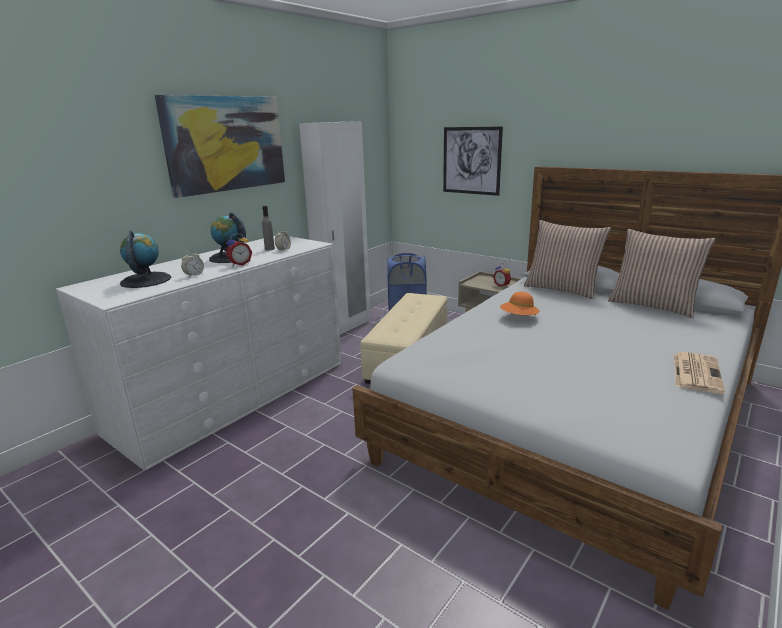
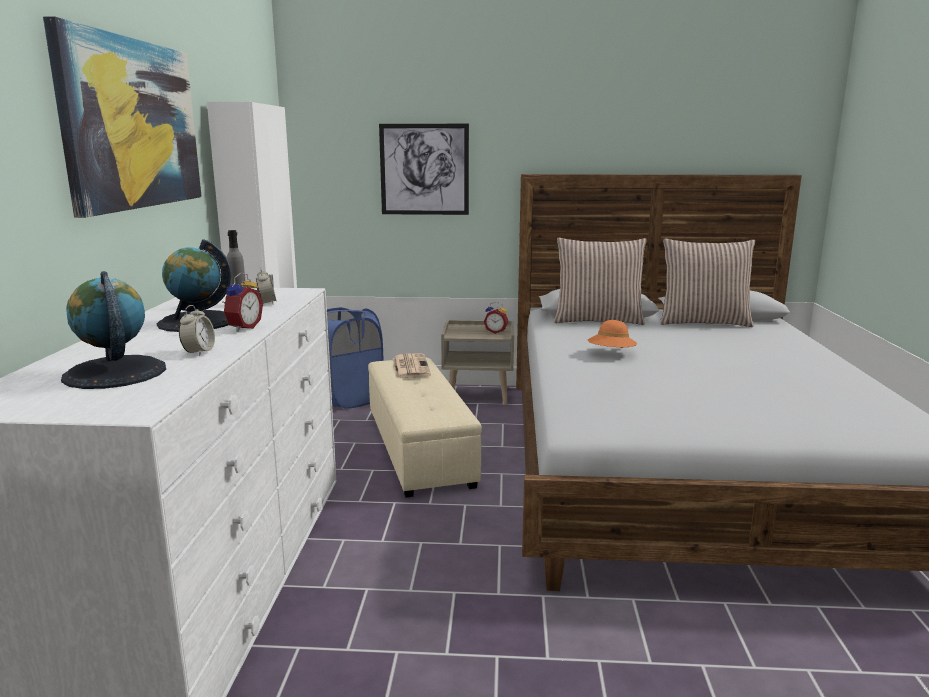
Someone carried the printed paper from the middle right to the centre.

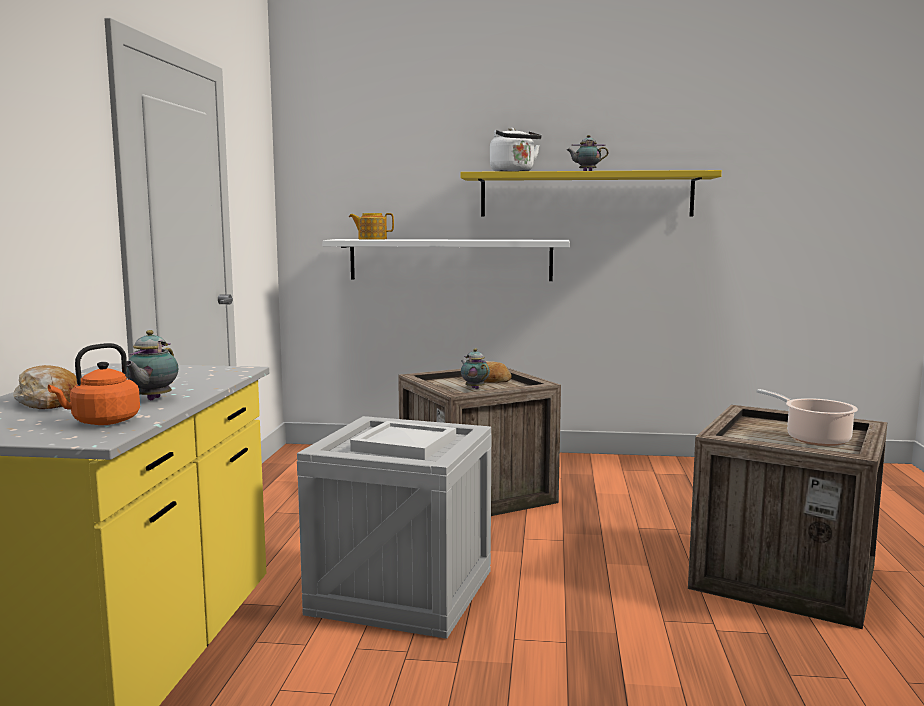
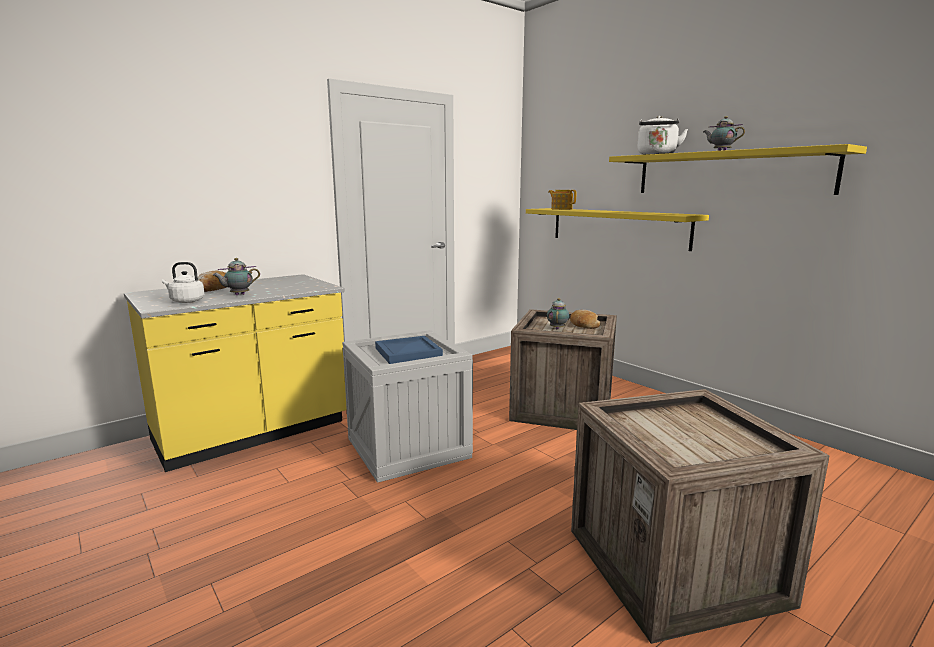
Someone repainted the kettle in orange at the middle left, which became the kettle in white (no. 1 from left) at the middle left.
Someone repainted the carrying tray in white at the centre, which became the carrying tray in blue-coloured at the centre.
Someone repainted the shelf in white at the centre, which became the shelf in yellow-coloured (no. 1 from left) at the centre.
Someone took away the stockpot at the middle right.

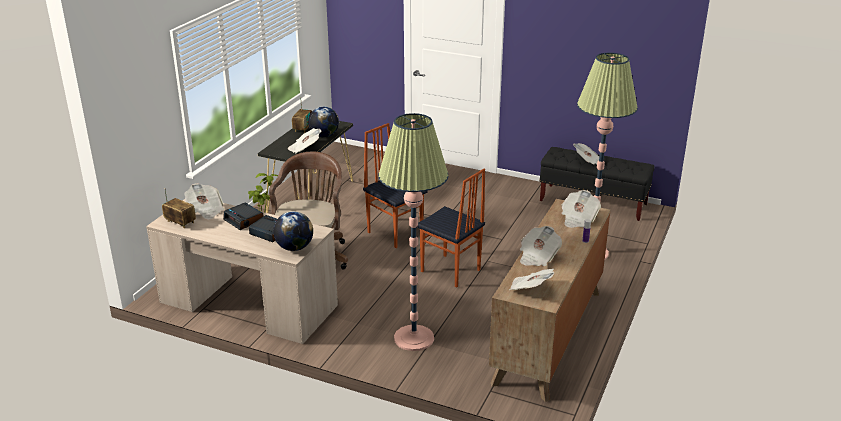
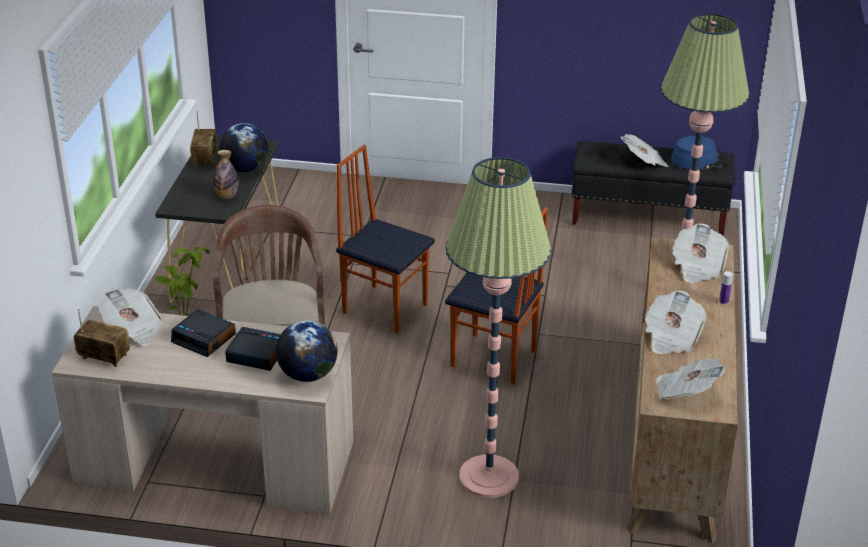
Someone swapped the printed paper (no. 2 from left) at the centre for the bottle (no. 1 from left) at the top left.
Someone put down the wearable hat in blue-coloured at the top right.

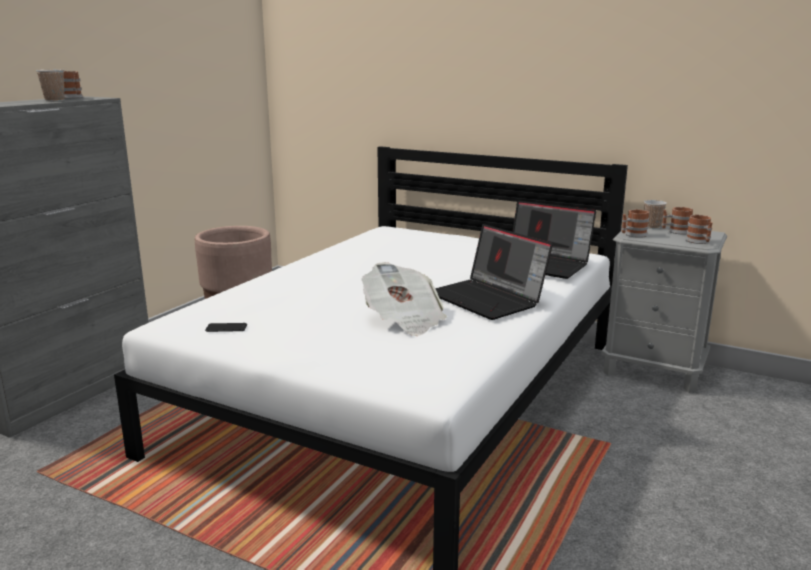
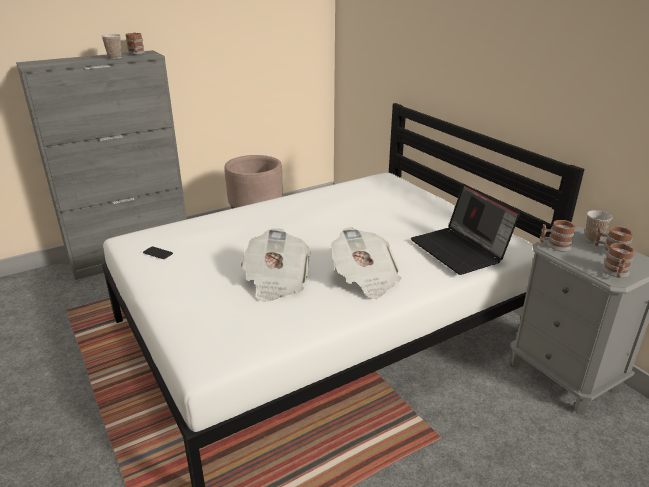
Someone swapped the laptop (no. 1 from left) at the centre for the printed paper (no. 2 from left) at the centre.

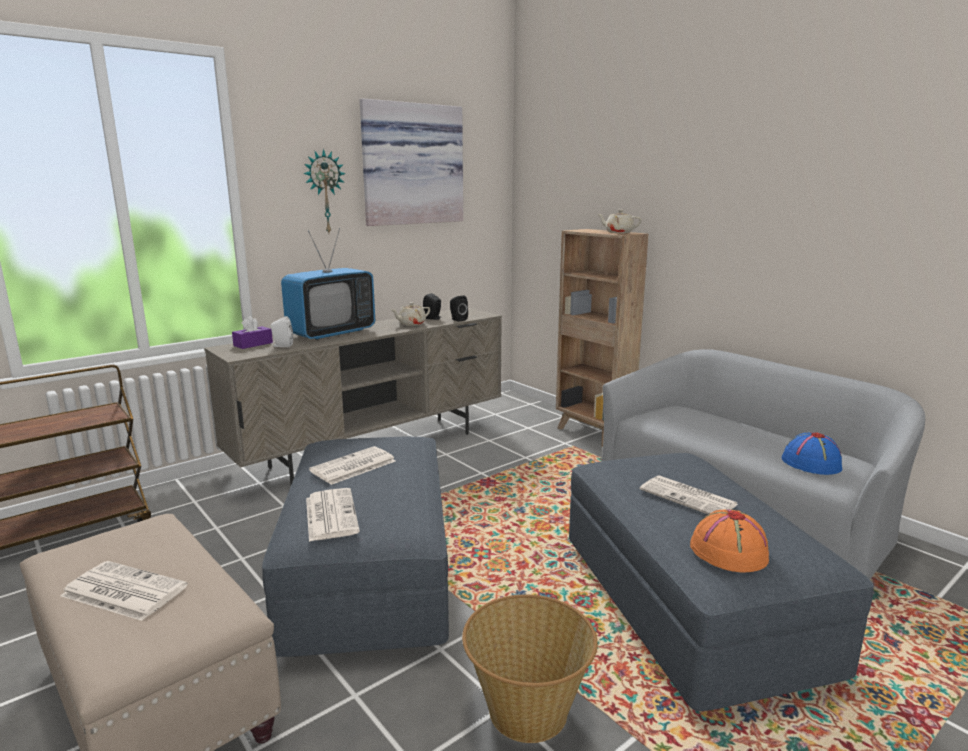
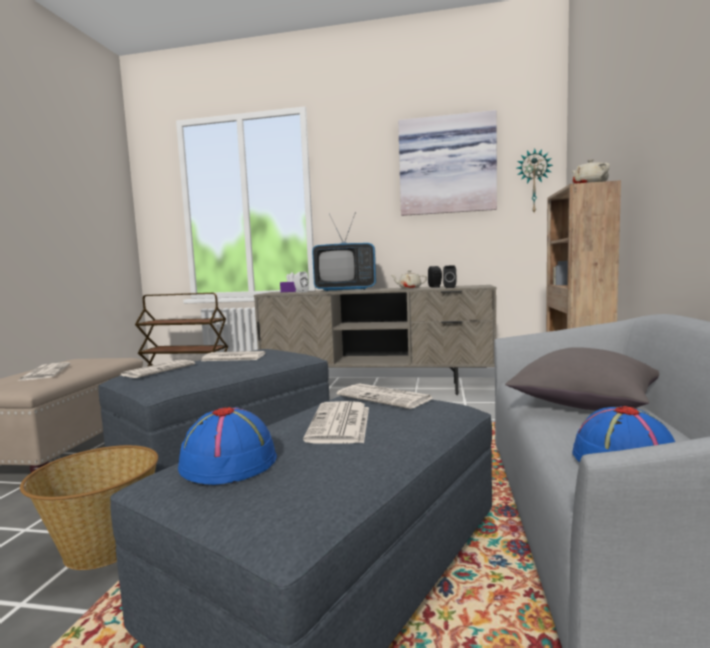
Someone repainted the wearable hat in orange at the bottom right, which became the wearable hat in blue-coloured (no. 1 from left) at the bottom left.
Someone put down the printed paper (no. 5 from left) at the centre.
Someone put down the pillow in greyish at the middle right.
Someone carried the wall clock from the top centre to the top right.

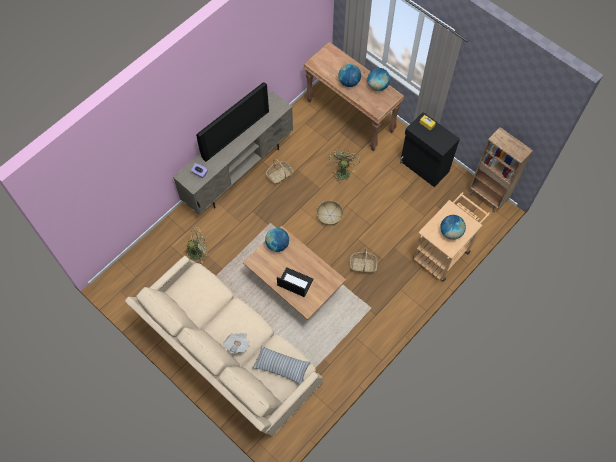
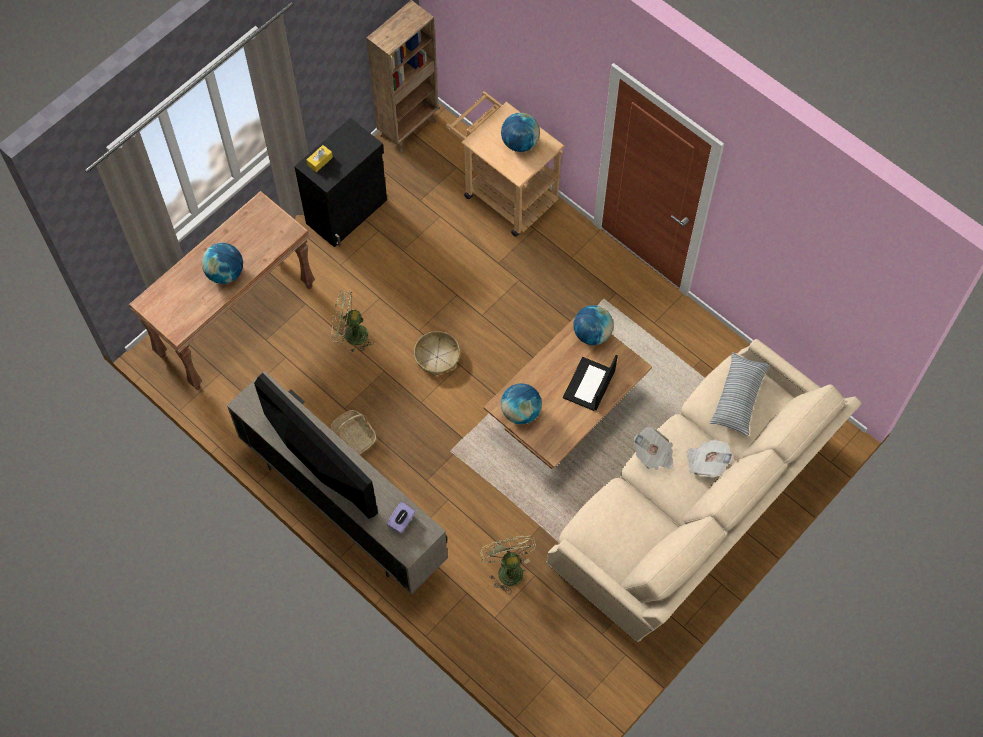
Someone carried the desk globe (no. 3 from left in the first image) from the top centre to the centre.
Someone put down the printed paper (no. 1 from left) at the centre.
Someone took away the basket (no. 3 from left) at the centre.

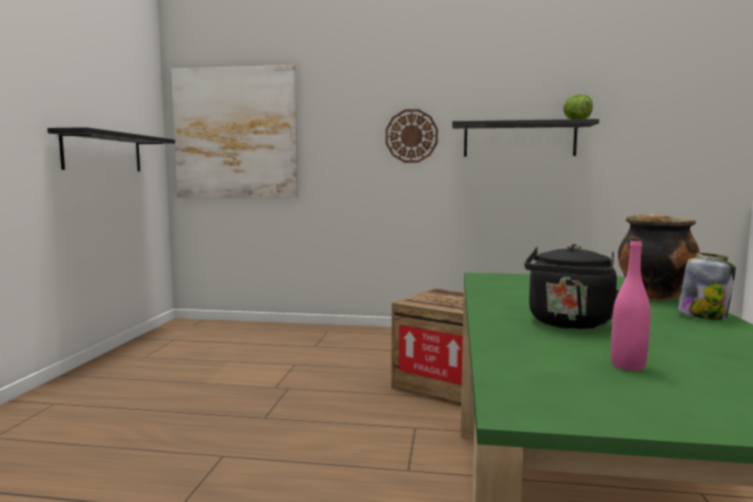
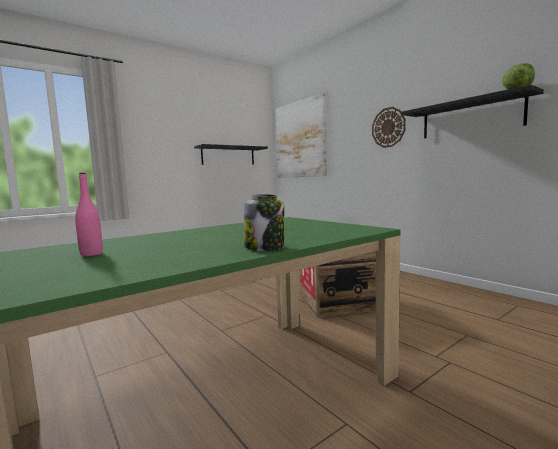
Someone took away the kettle in black-coloured at the middle right.
Someone took away the stockpot at the middle right.

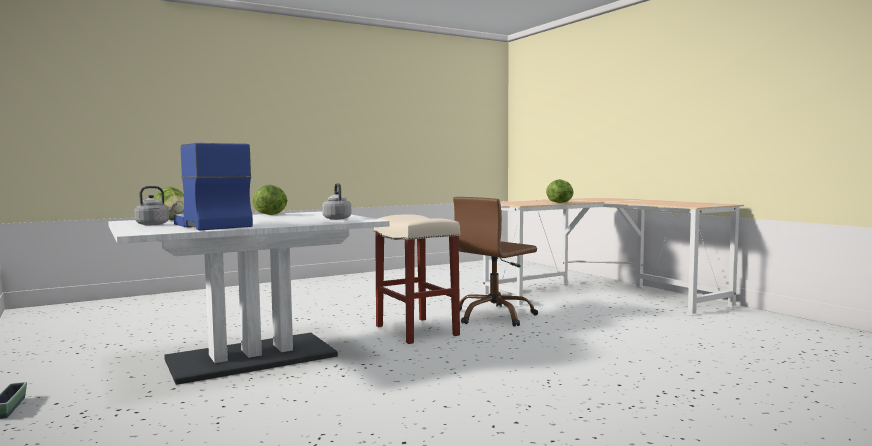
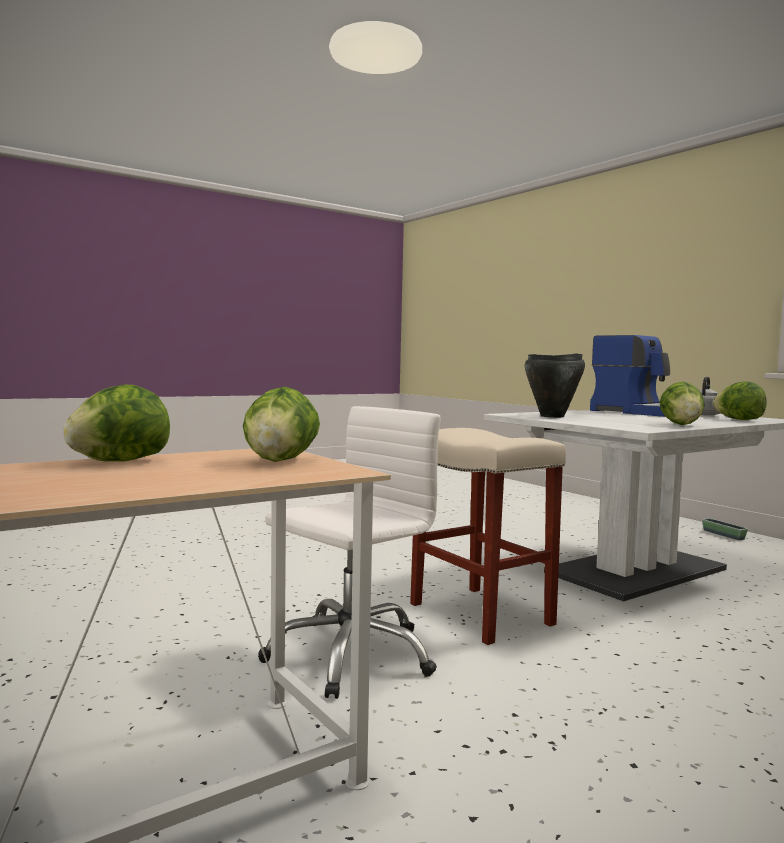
Someone put down the lettuce (no. 2 from left) at the centre.
Someone repainted the desk chair in brown-coloured at the centre, which became the desk chair in white at the centre.
Someone swapped the kettle in greyish (no. 2 from left) at the centre for the stockpot in black-coloured at the middle right.

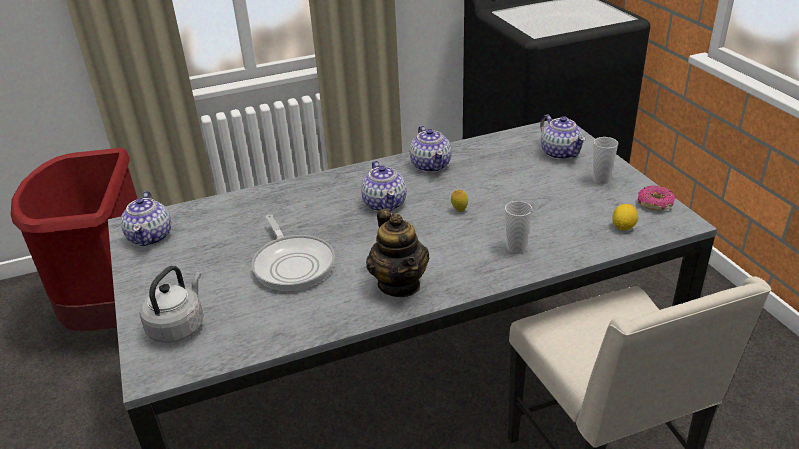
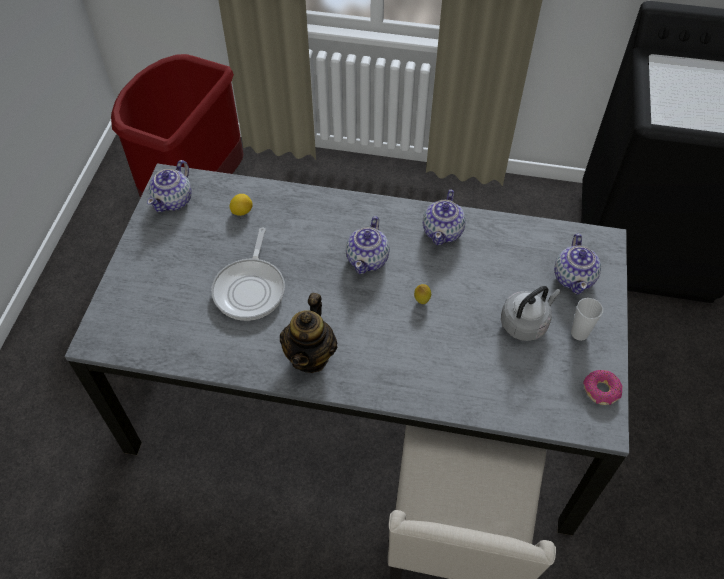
Someone carried the lemon (no. 2 from left in the first image) from the middle right to the middle left.
Someone carried the kettle in greyish from the bottom left to the middle right.
Someone took away the cup (no. 1 from left) at the centre.

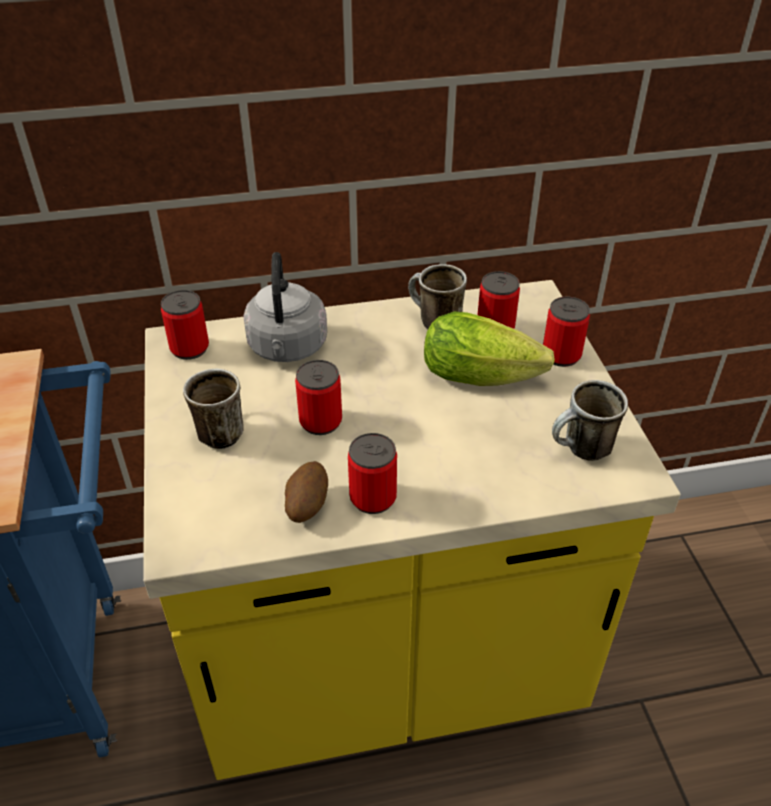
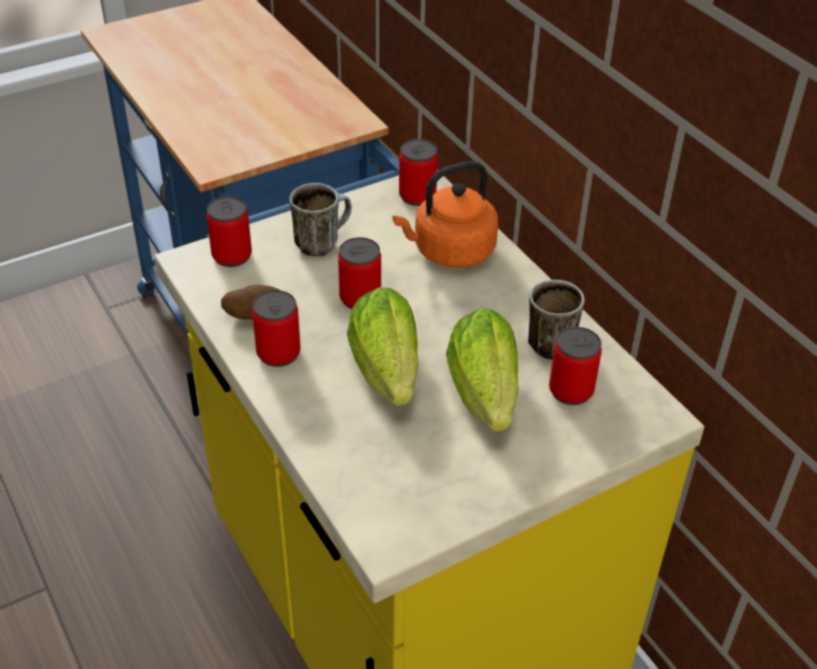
Someone carried the sealed can (no. 5 from left in the first image) from the middle right to the middle left.
Someone put down the lettuce (no. 1 from left) at the centre.
Someone repainted the kettle in greyish at the centre, which became the kettle in orange at the top centre.
Someone took away the mug (no. 3 from left) at the middle right.

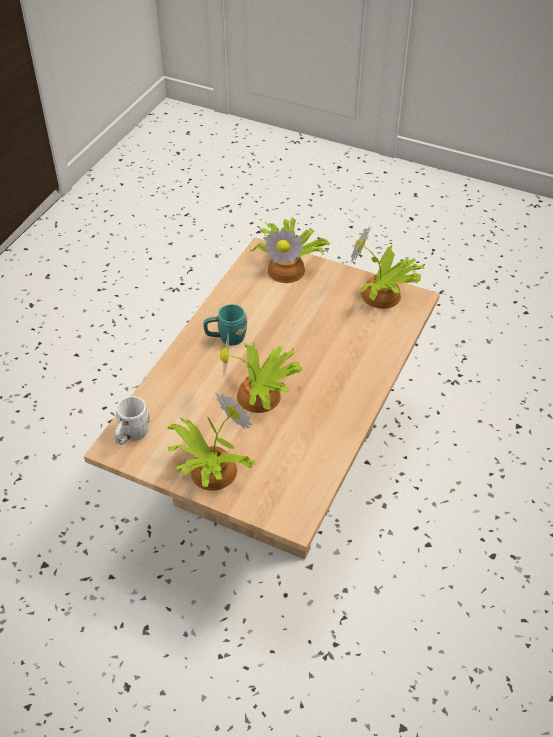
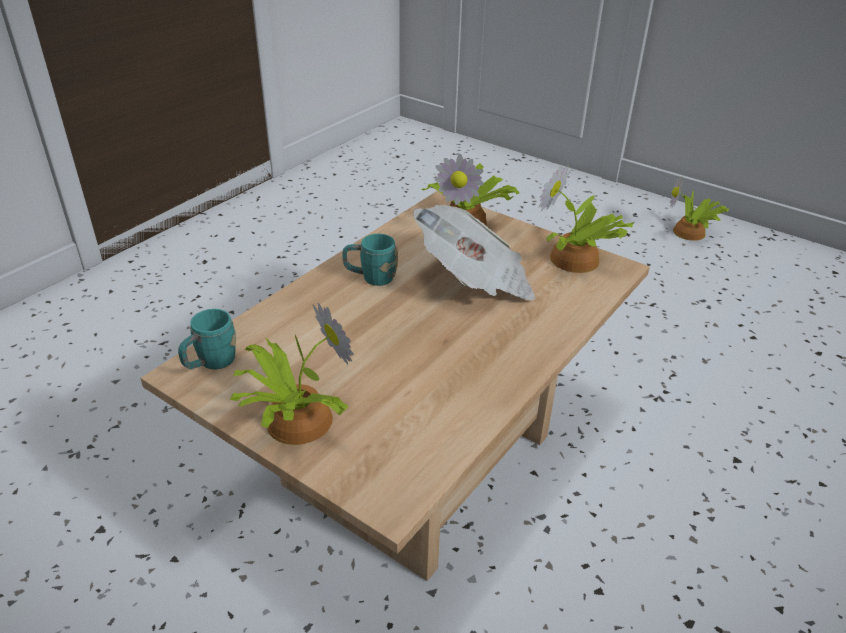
Someone repainted the mug in white at the middle left, which became the mug in turquoise (no. 1 from left) at the middle left.
Someone put down the printed paper at the centre.
Someone carried the plant in a pot (no. 2 from left in the first image) from the centre to the top right.

